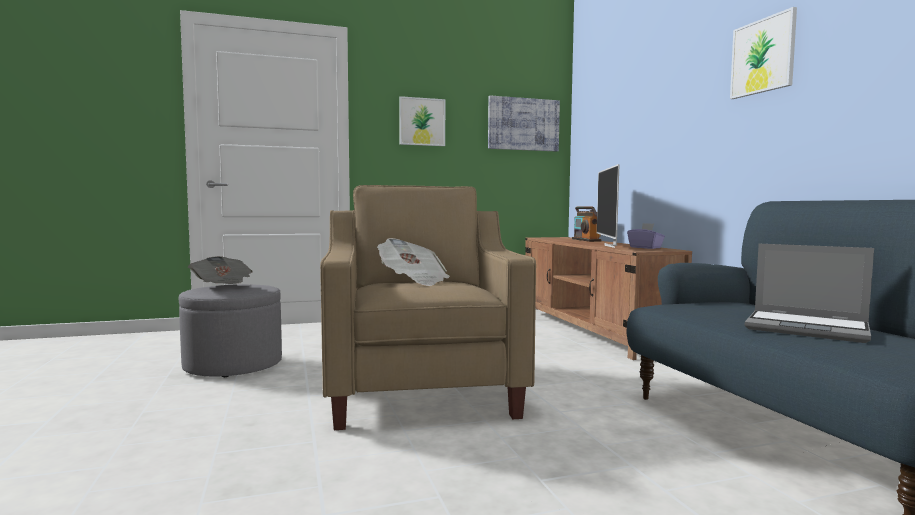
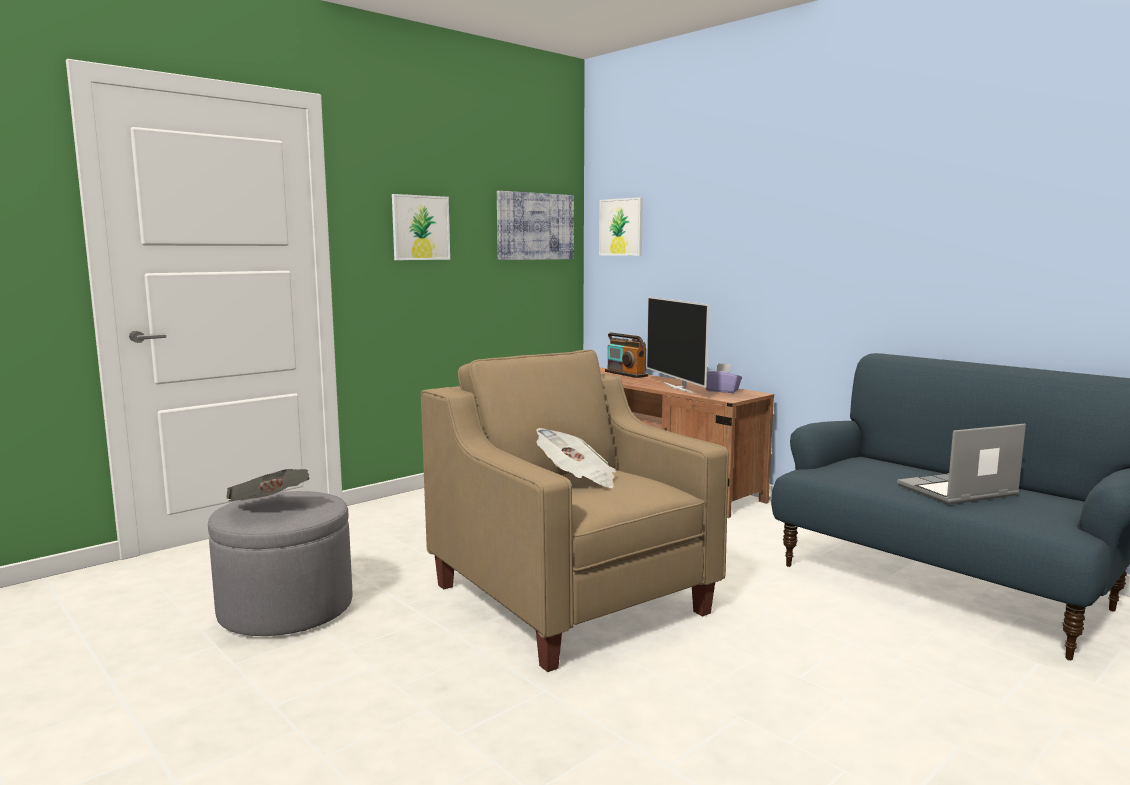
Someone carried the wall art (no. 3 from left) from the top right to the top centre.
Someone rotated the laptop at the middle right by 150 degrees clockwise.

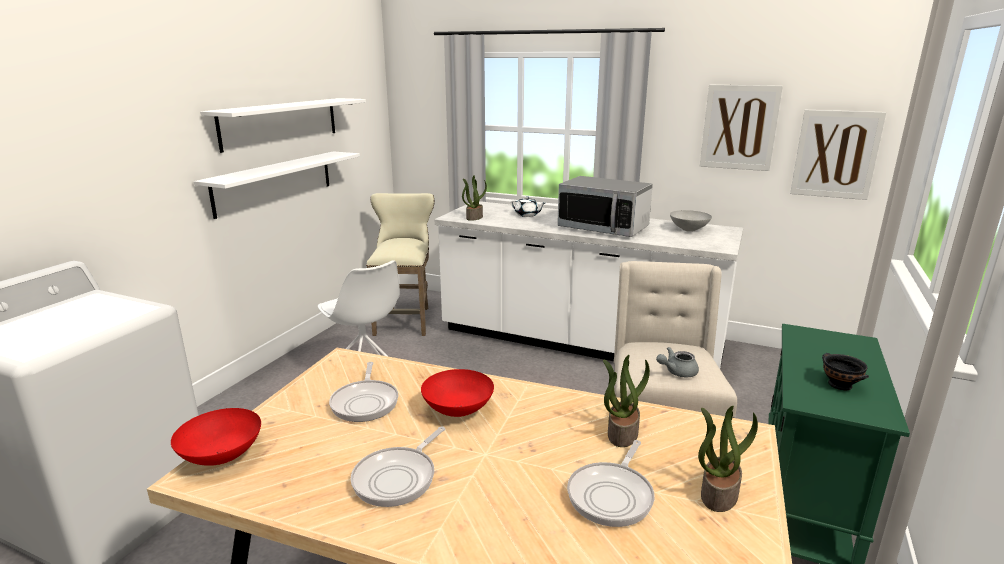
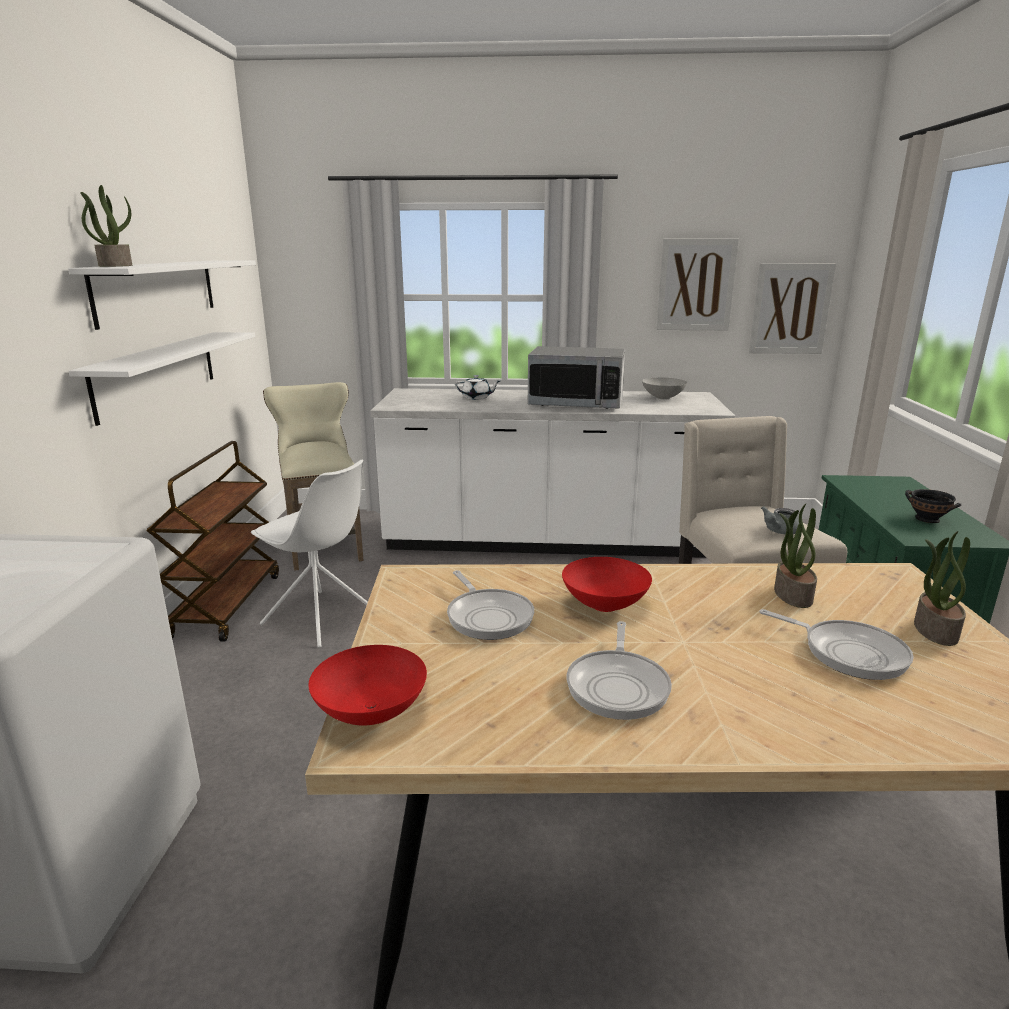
Someone carried the plant in a pot (no. 1 from left) from the centre to the top left.
Someone put down the trolley in brown-coloured at the middle left.
Someone rotated the skillet (no. 3 from left) at the bottom centre by 60 degrees counterclockwise.

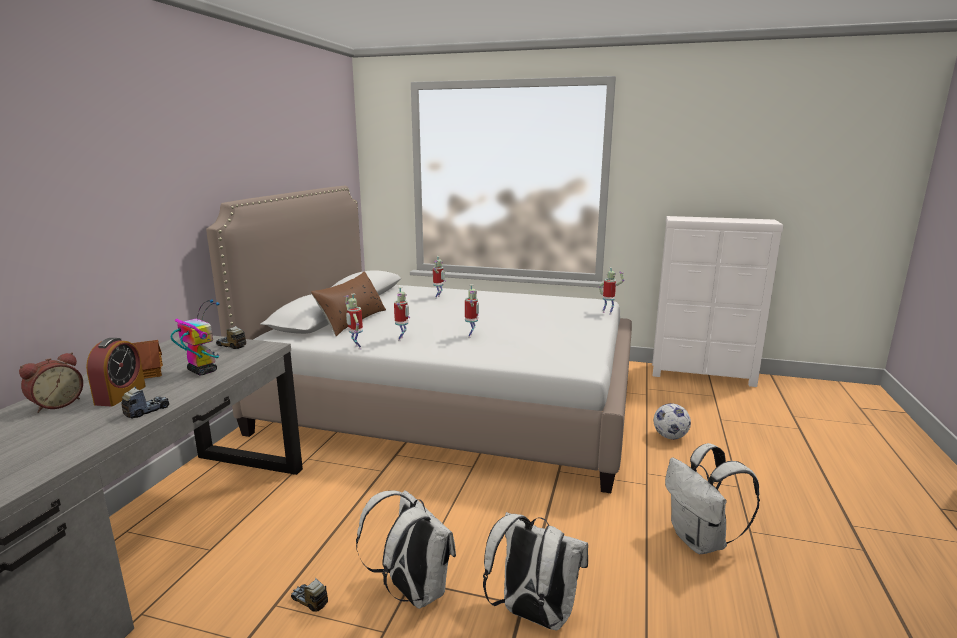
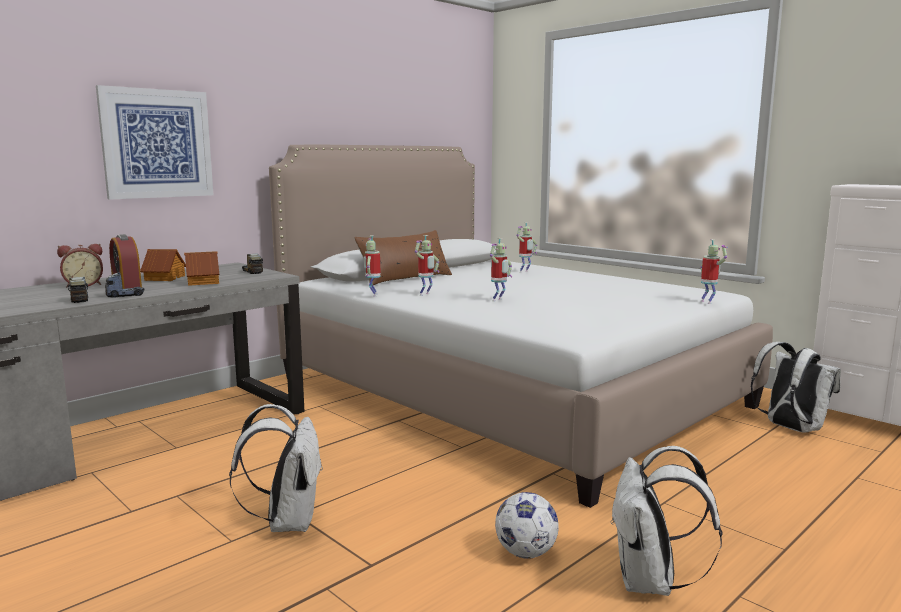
Someone carried the model truck (no. 3 from left in the first image) from the bottom left to the middle left.
Someone put up the wall art at the top left.
Someone rotated the bedside clock (no. 2 from left) at the middle left by 105 degrees clockwise.
Someone swapped the toy robot (no. 1 from left) at the middle left for the toy house (no. 2 from left) at the middle left.
Someone carried the ball for football from the middle right to the bottom centre.
Someone carried the rucksack in white (no. 2 from left in the first image) from the bottom centre to the middle right.

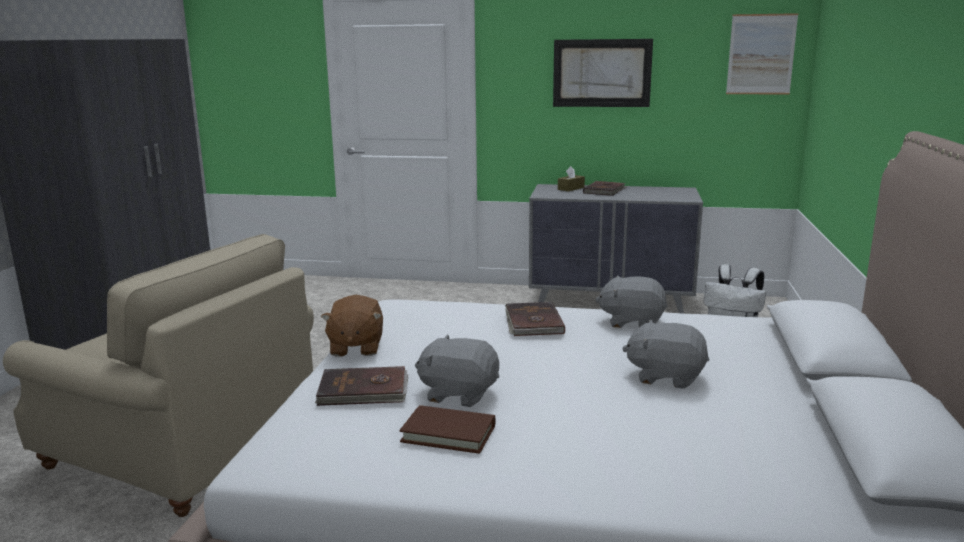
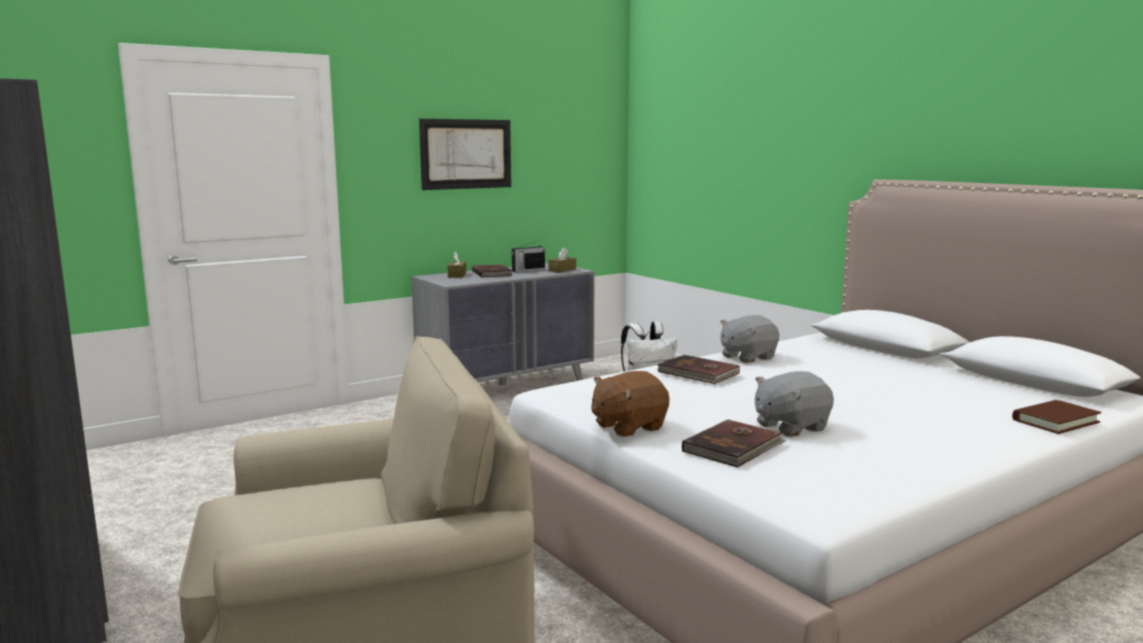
Someone put down the radio receiver at the centre.
Someone put down the tissue box in brown-coloured (no. 2 from left) at the centre.
Someone rotated the soft toy in brown-coloured at the centre by 105 degrees clockwise.
Someone carried the volume in brown-coloured (no. 2 from left in the first image) from the bottom centre to the middle right.
Someone took away the soft toy in greyish (no. 3 from left) at the middle right.
Someone took away the wall art (no. 2 from left) at the top right.

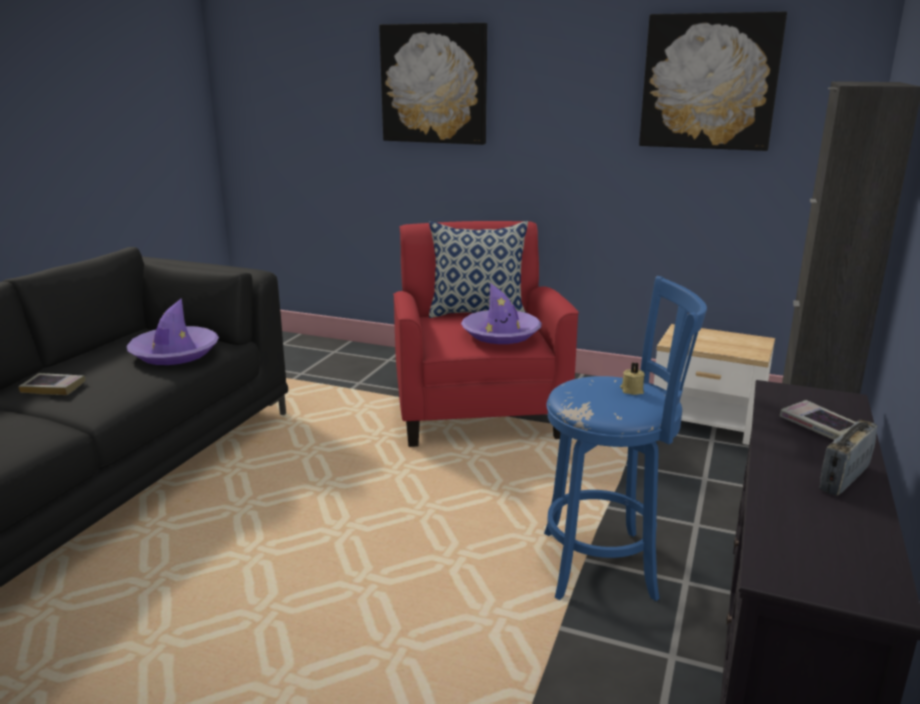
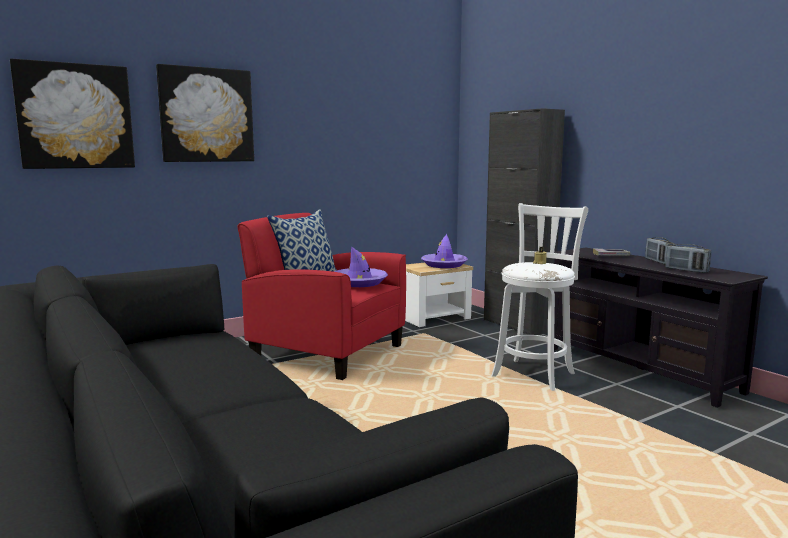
Someone carried the wall art (no. 2 from left in the first image) from the top right to the top left.
Someone carried the wearable hat in purple (no. 1 from left in the first image) from the middle left to the centre.
Someone repainted the sitting stool in blue-coloured at the middle right, which became the sitting stool in white at the middle right.
Someone put down the radio receiver (no. 2 from left) at the middle right.
Someone took away the volume (no. 1 from left) at the middle left.

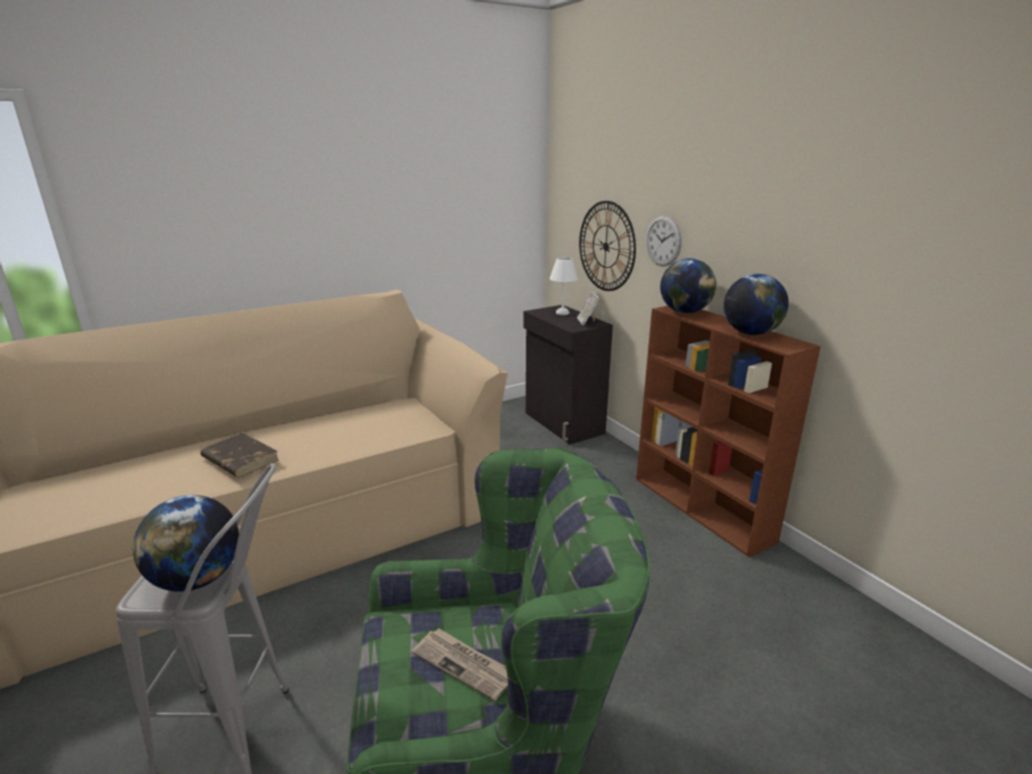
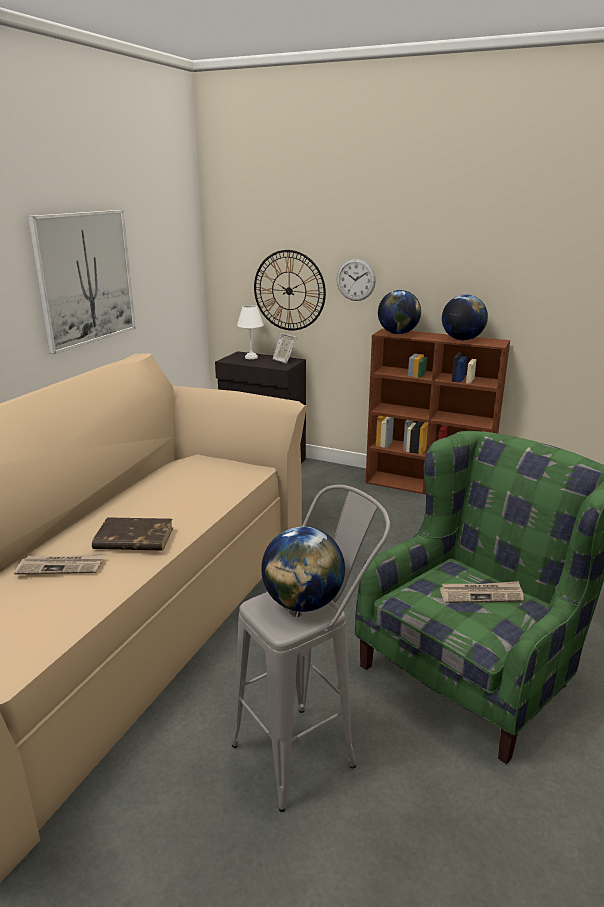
Someone put down the printed paper (no. 1 from left) at the middle left.
Someone put up the wall art at the top left.

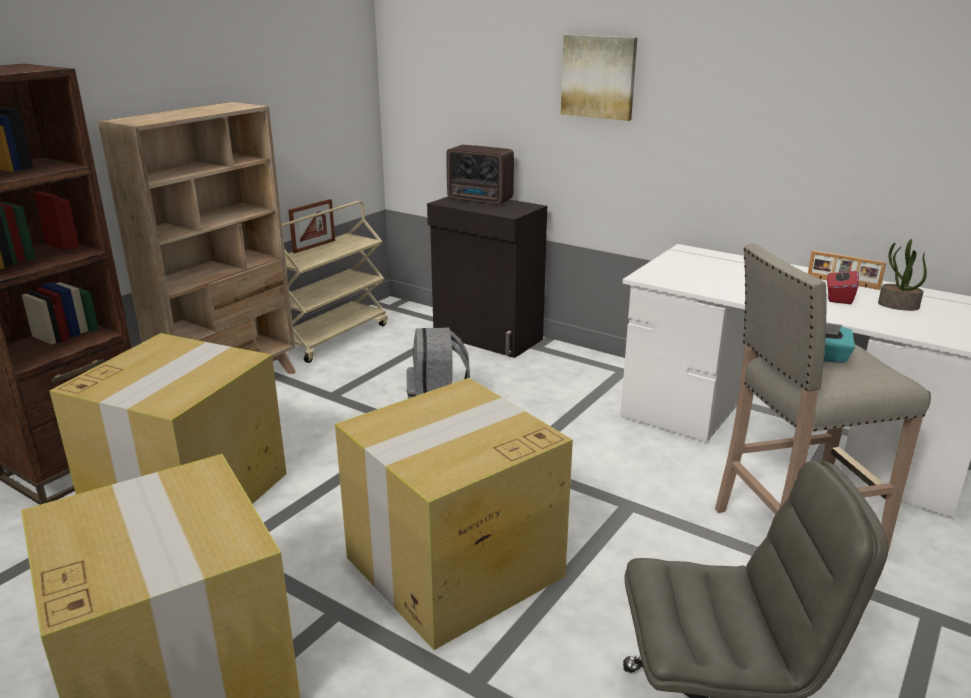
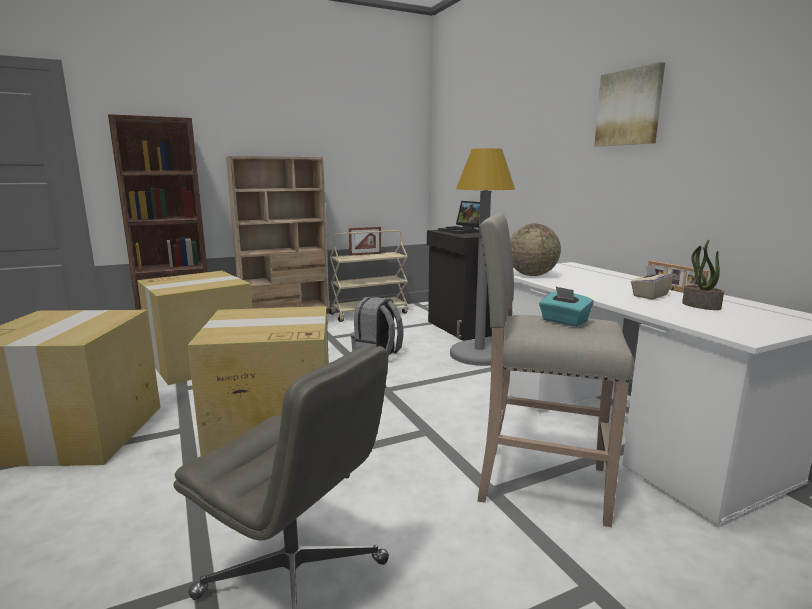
Someone swapped the radio receiver at the top centre for the laptop at the centre.
Someone put down the standard lamp in greyish at the centre.
Someone put down the desk globe at the centre.
Someone carried the wall art from the top centre to the top right.
Someone repainted the tissue box in reddish at the middle right, which became the tissue box in beige-coloured at the middle right.

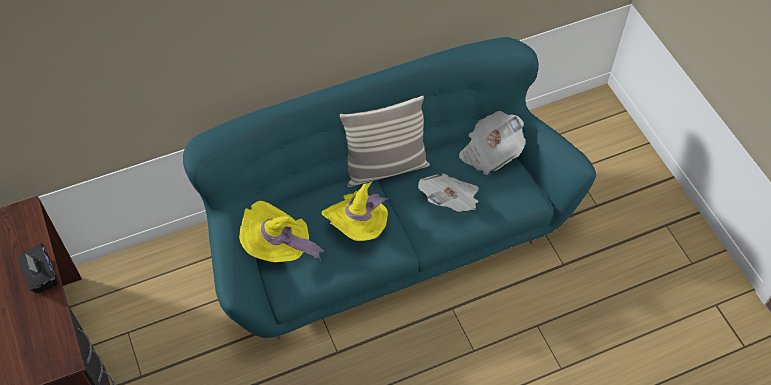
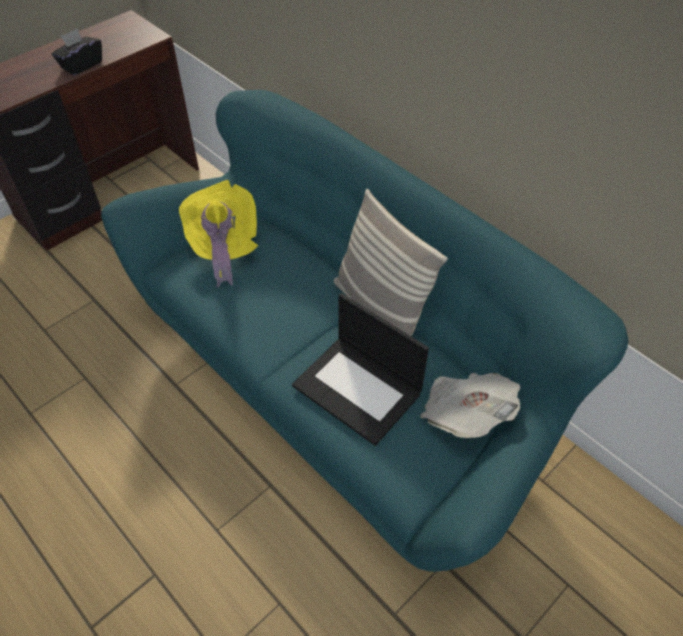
Someone swapped the printed paper (no. 1 from left) at the centre for the laptop at the centre.
Someone took away the wearable hat in yellow-coloured (no. 2 from left) at the centre.

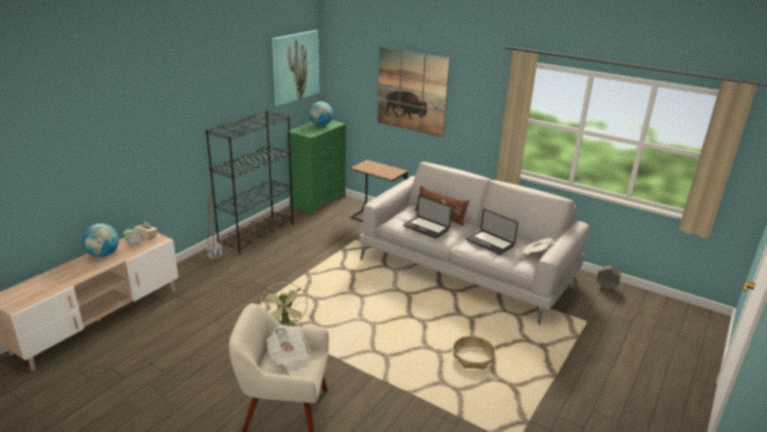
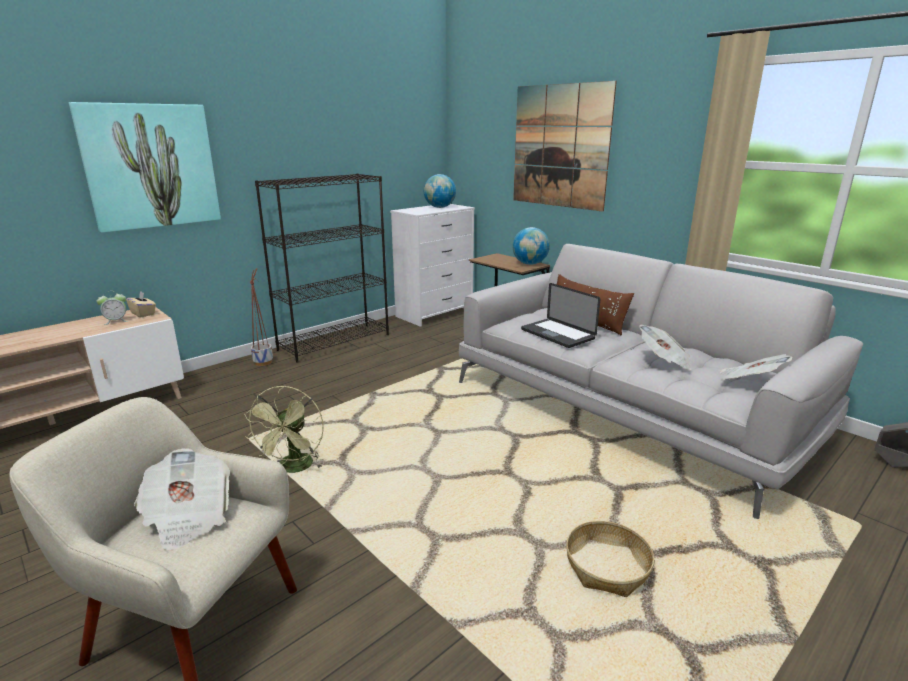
Someone carried the wall art (no. 1 from left) from the top centre to the top left.
Someone repainted the drawer chest in green at the centre, which became the drawer chest in white at the centre.
Someone carried the desk globe (no. 1 from left in the first image) from the middle left to the centre.
Someone swapped the laptop (no. 2 from left) at the centre for the printed paper (no. 2 from left) at the middle right.

